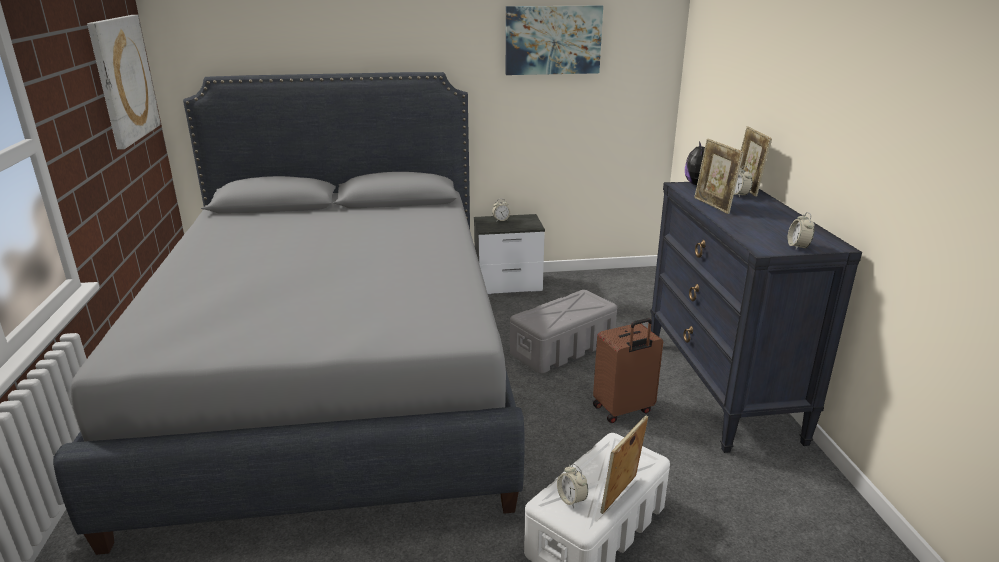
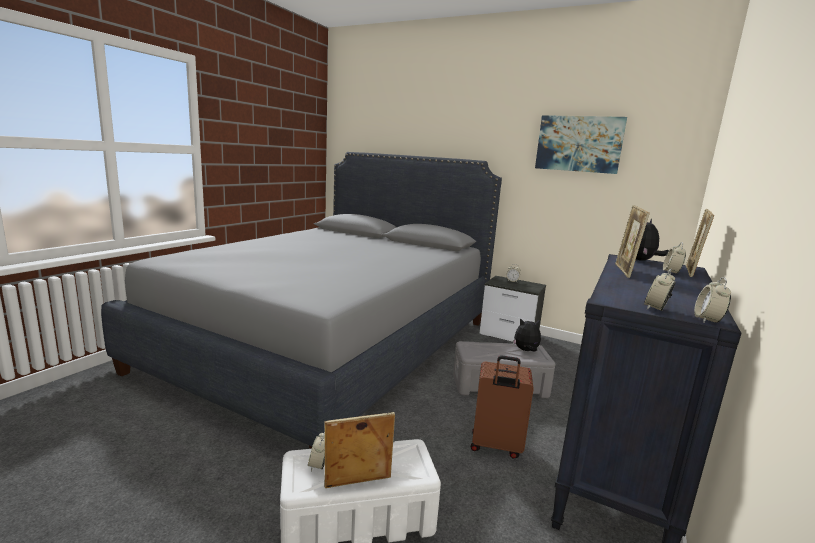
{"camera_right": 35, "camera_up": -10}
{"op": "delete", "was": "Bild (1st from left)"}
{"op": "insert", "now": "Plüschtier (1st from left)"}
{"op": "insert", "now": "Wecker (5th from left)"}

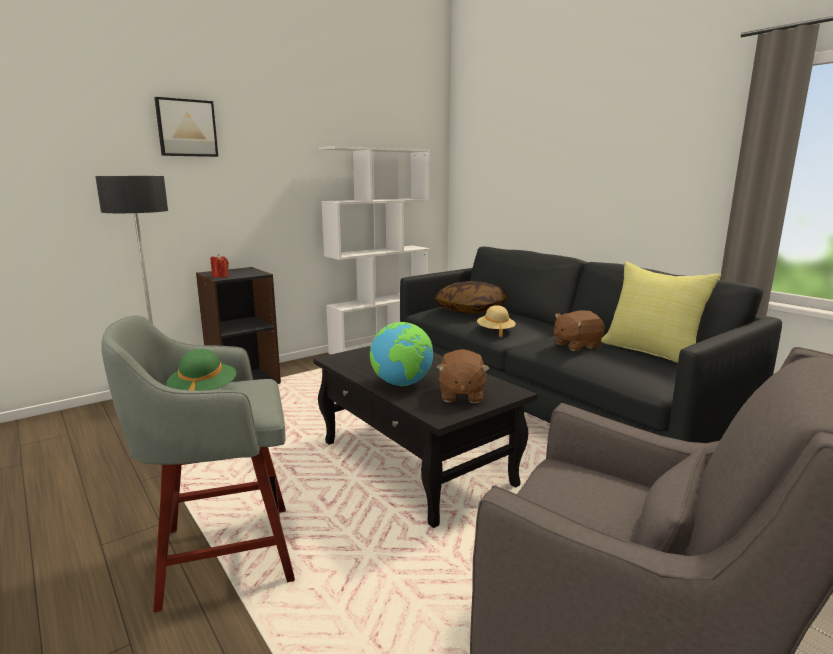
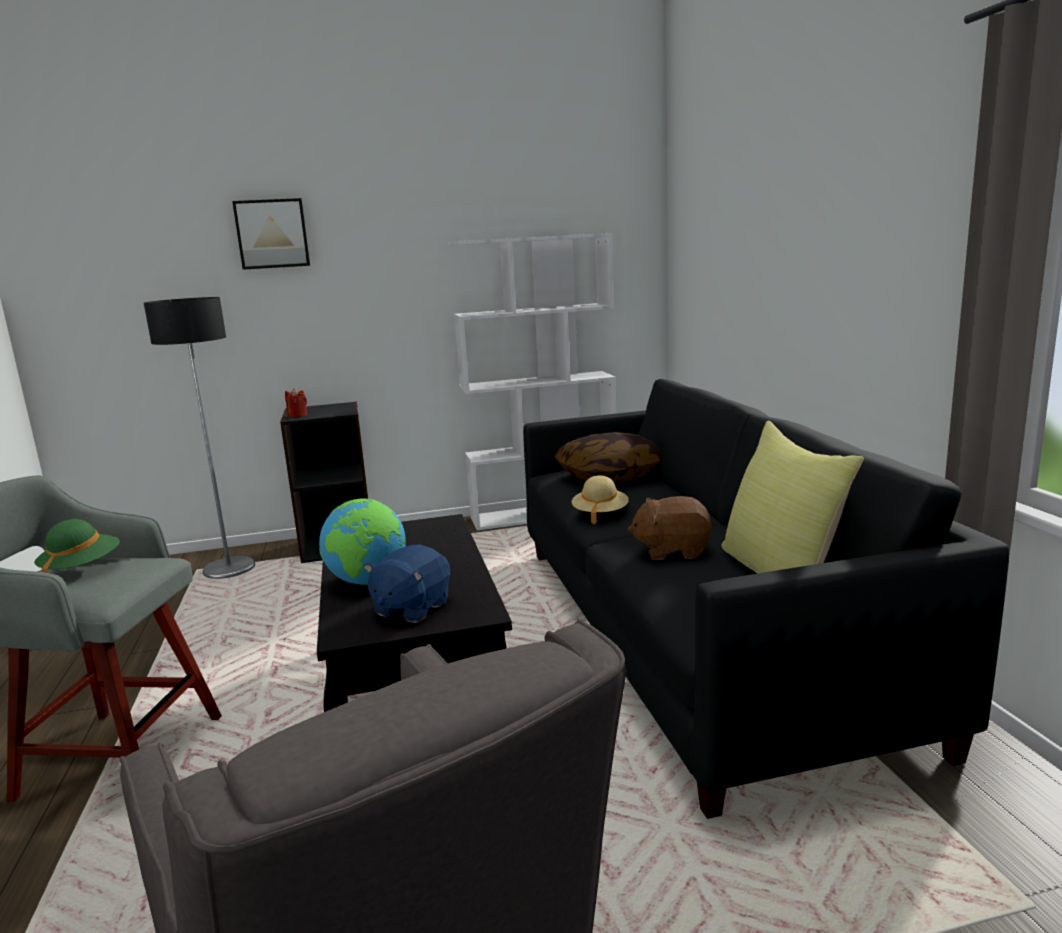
{"camera_right": 25, "camera_up": 0}
{"op": "recolor", "was": "Plüschtier [braun] (1st from left)", "now": "Plüschtier [blau]"}

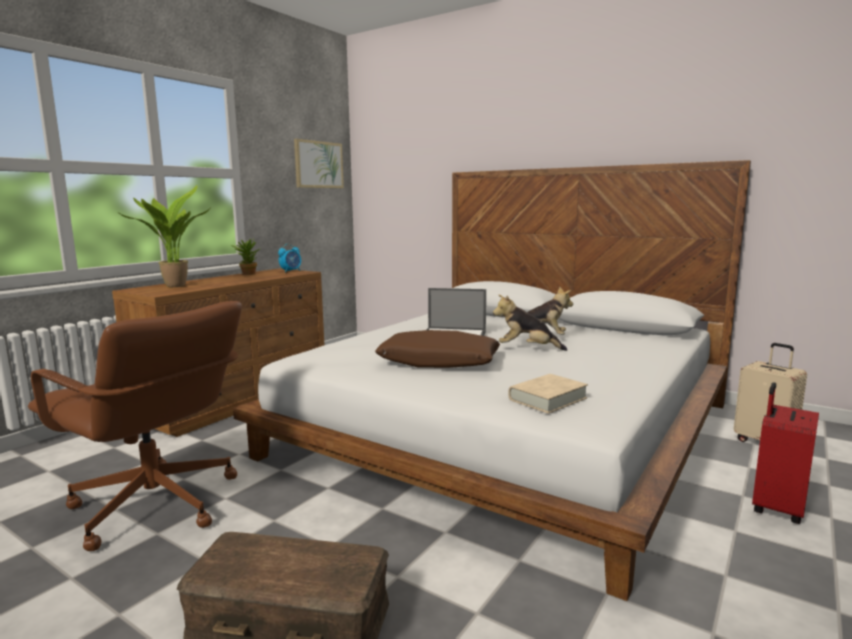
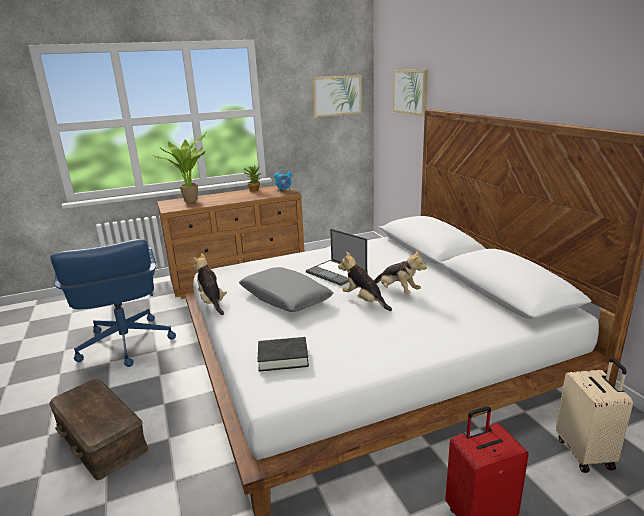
{"camera_right": 35, "camera_up": 10}
{"op": "recolor", "was": "Bürostuhl [braun]", "now": "Bürostuhl [blau]"}
{"op": "recolor", "was": "Kissen [braun]", "now": "Kissen [grau]"}
{"op": "recolor", "was": "Buch [beige]", "now": "Buch [schwarz]"}
{"op": "insert", "now": "Plüschtier (1st from left)"}
{"op": "insert", "now": "Bild (2nd from left)"}

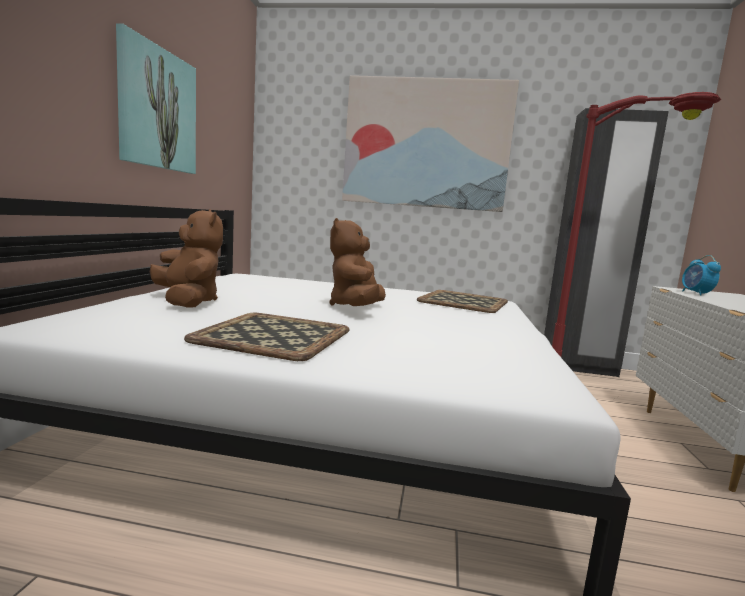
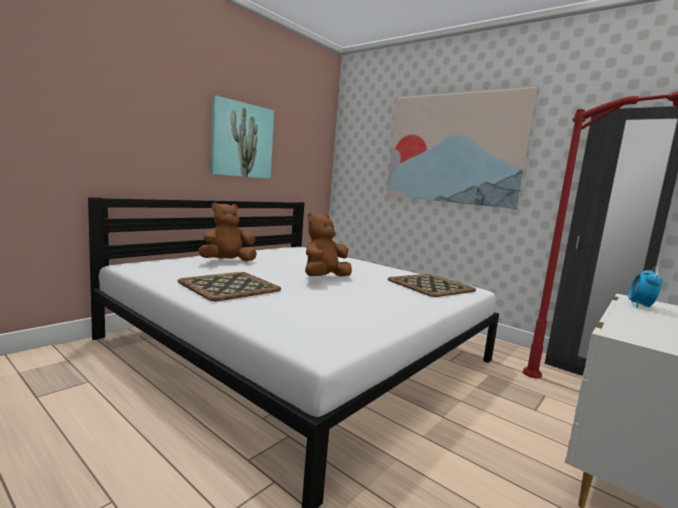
{"camera_right": 30, "camera_up": 0}
{"op": "rotate", "was": "Plüschtier [braun] (1st from left)", "clockwise": -120}

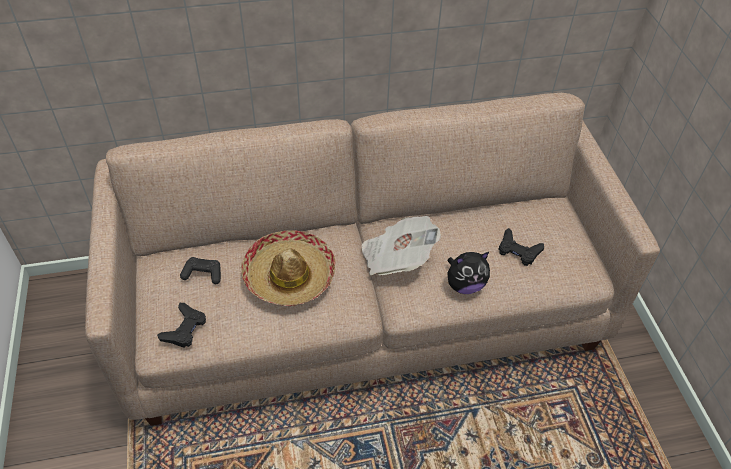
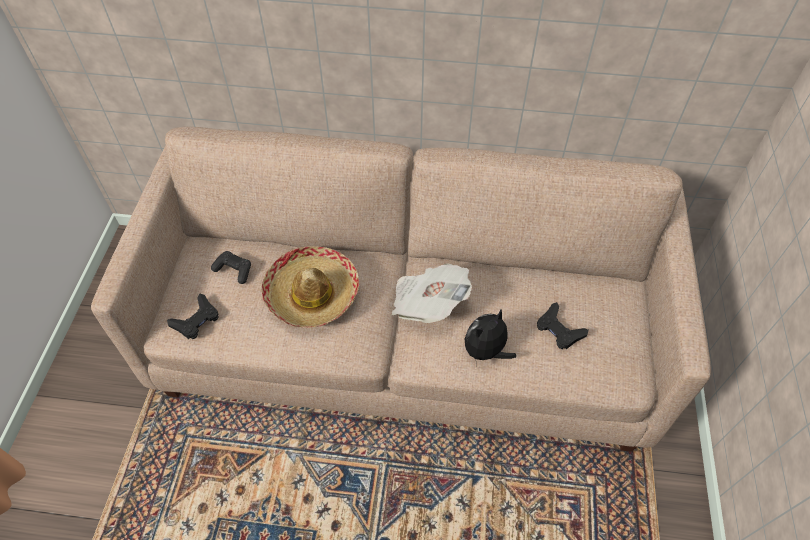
{"camera_right": 20, "camera_up": 5}
{"op": "rotate", "was": "Plüschtier", "clockwise": 135}

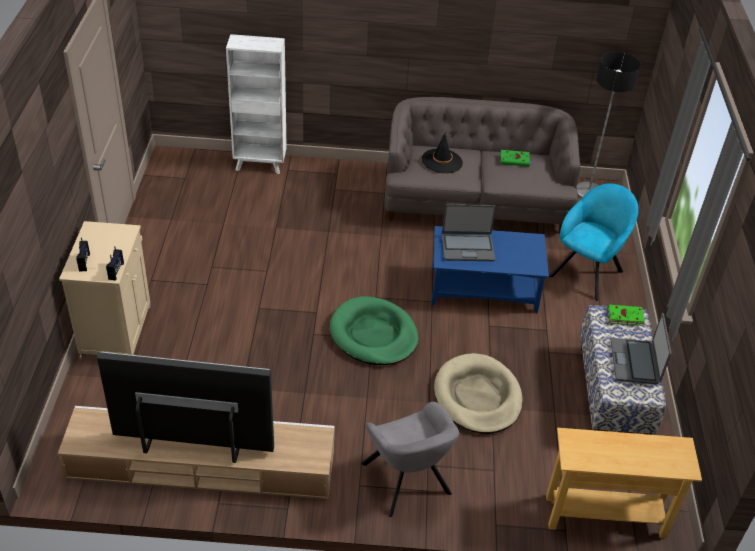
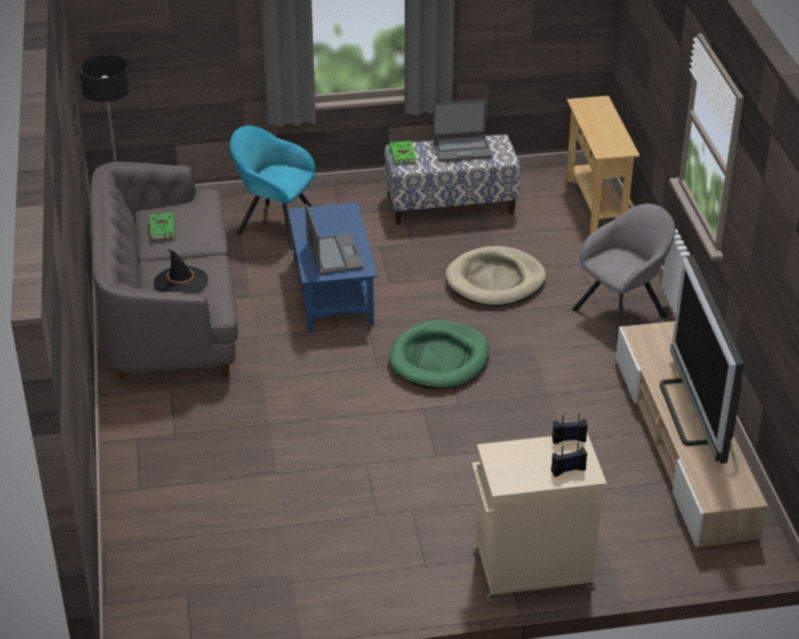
{"camera_right": -100, "camera_up": -5}
{"op": "delete", "was": "Bücherregal [weiß]"}

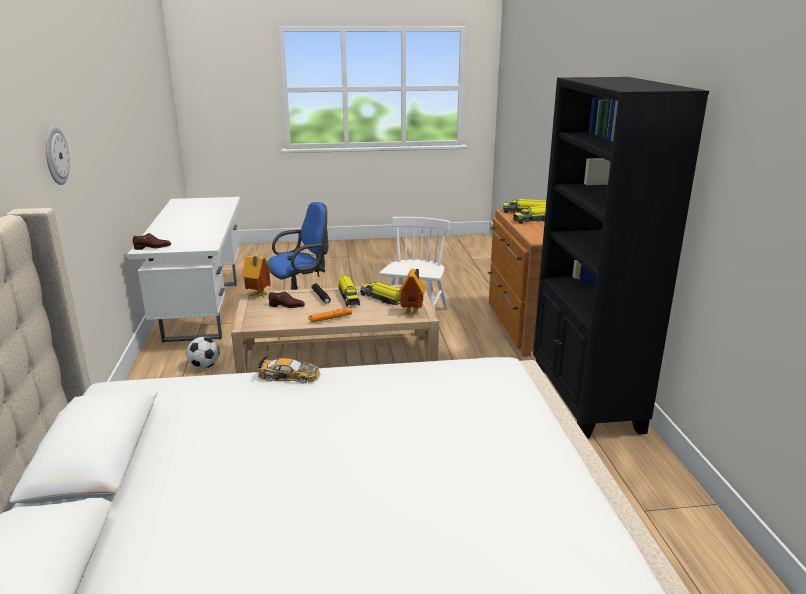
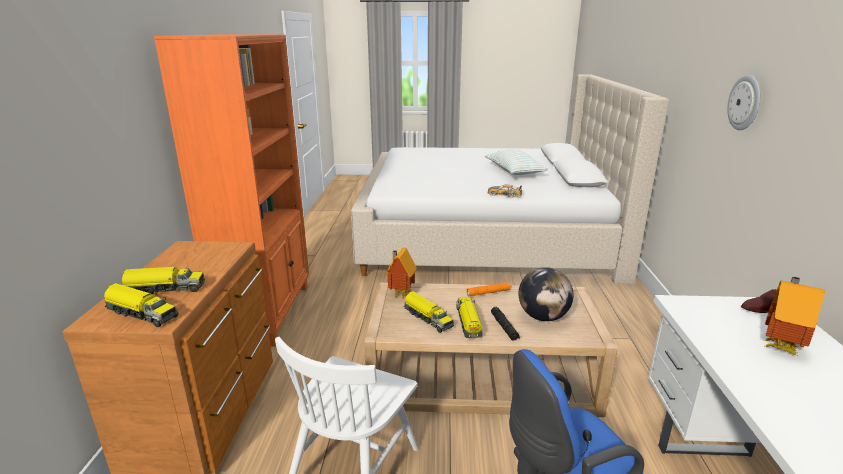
{"camera_right": -170, "camera_up": 0}
{"op": "delete", "was": "Fußball"}
{"op": "move", "was": "Spielzeughaus (1st from left in the first image)", "now": "Spielzeughaus (2nd from left)"}
{"op": "replace", "was": "Schuh [braun] (2nd from left)", "now": "Globus"}
{"op": "recolor", "was": "Bücherregal [schwarz]", "now": "Bücherregal [orange]"}
{"op": "insert", "now": "Kissen"}

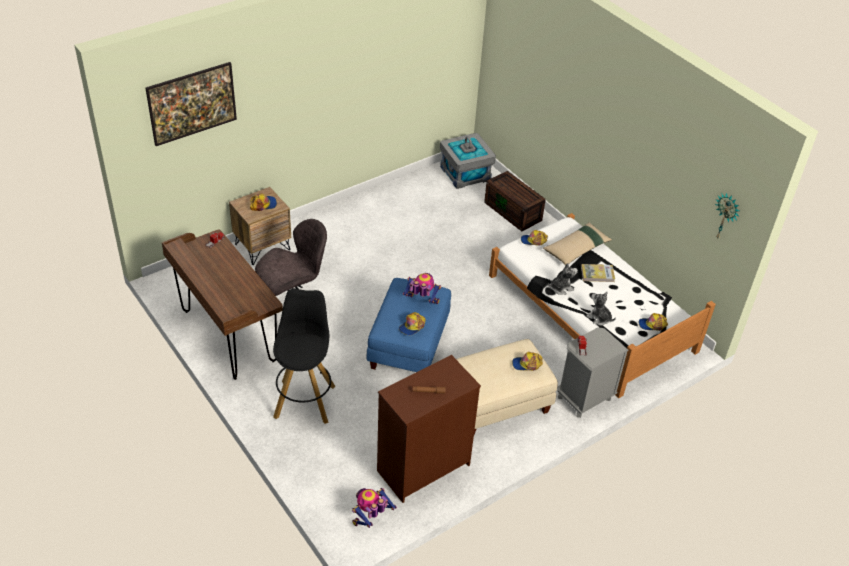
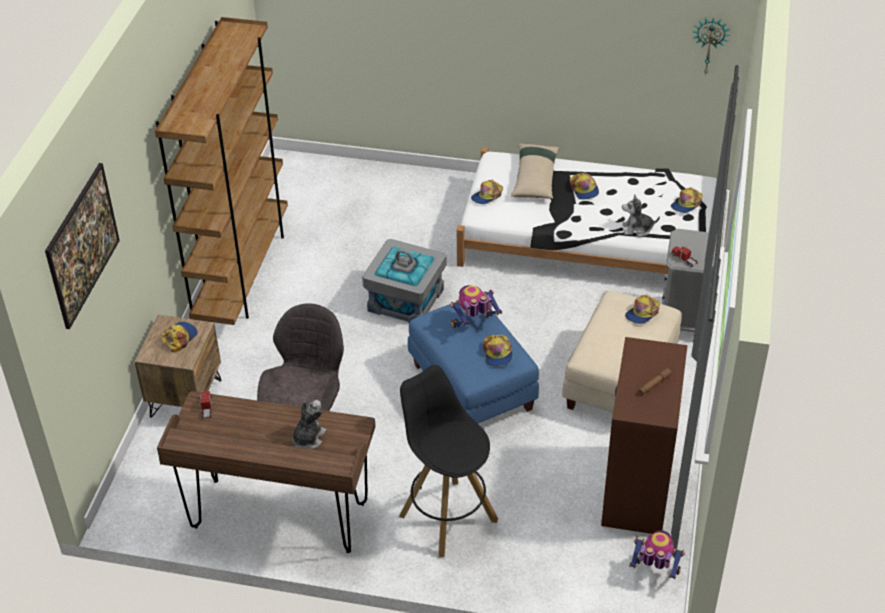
{"camera_right": -40, "camera_up": 0}
{"op": "rotate", "was": "Spielzeugroboter (1st from left in the first image)", "clockwise": 105}
{"op": "move", "was": "Aufbewahrungsbox [grau]"}
{"op": "delete", "was": "Aufbewahrungsbox [braun]"}
{"op": "move", "was": "Plüschtier (1st from left)"}
{"op": "replace", "was": "Buch", "now": "Kappe (4th from left)"}
{"op": "insert", "now": "Bücherregal [braun]"}

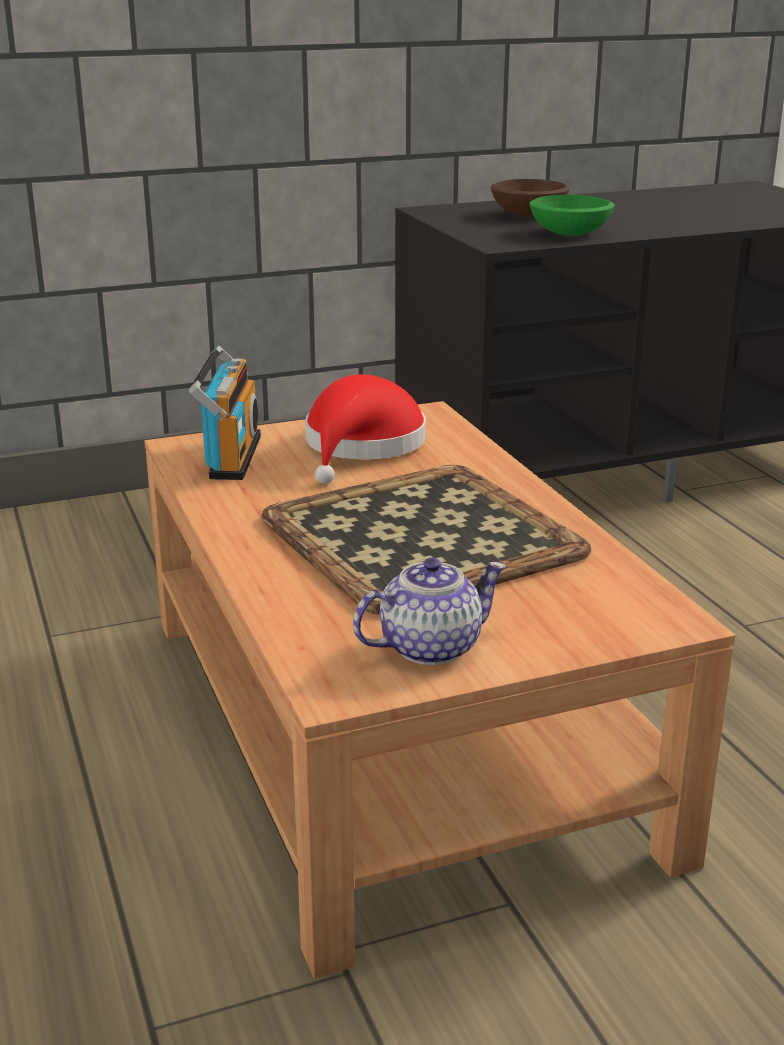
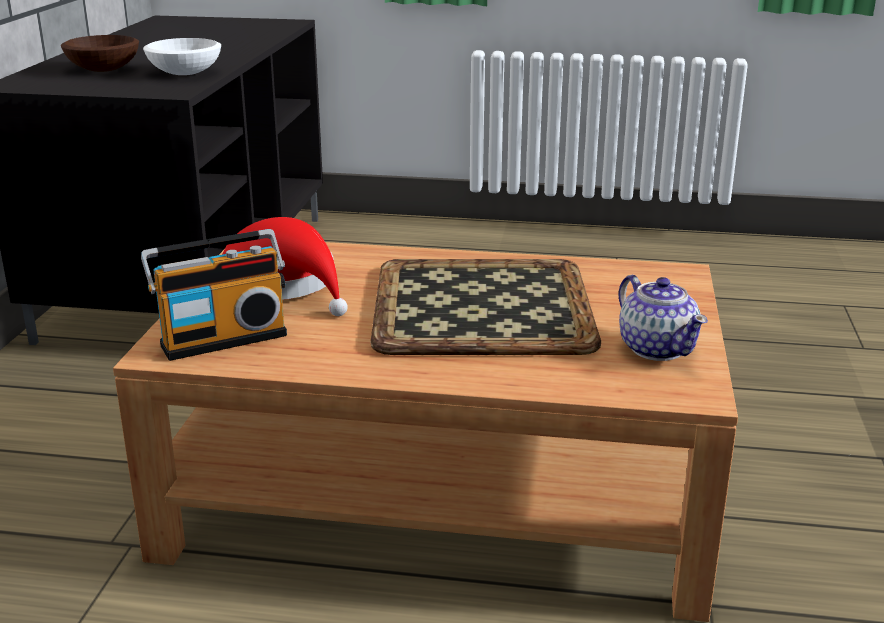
{"camera_right": -60, "camera_up": 0}
{"op": "rotate", "was": "Radio", "clockwise": 120}
{"op": "rotate", "was": "Teekanne", "clockwise": 150}
{"op": "recolor", "was": "Schüssel [grün]", "now": "Schüssel [weiß]"}

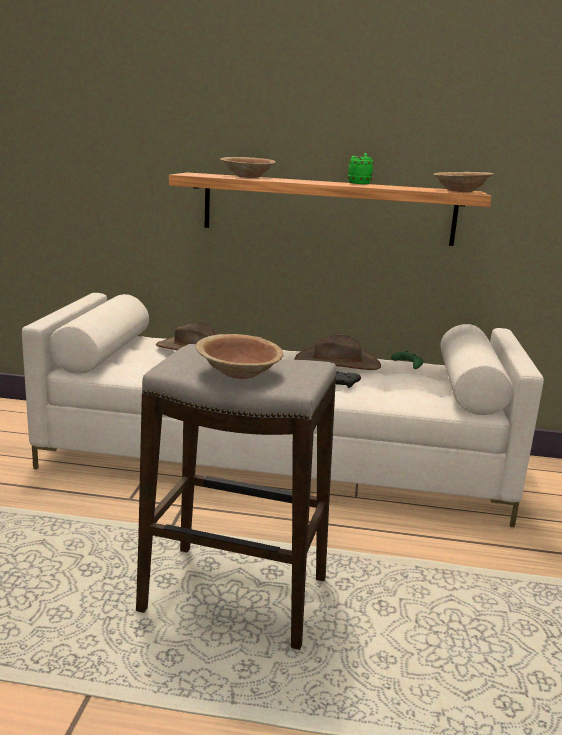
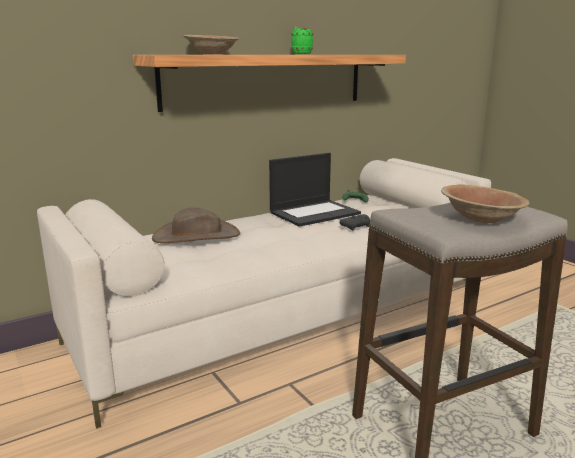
{"camera_right": -40, "camera_up": 0}
{"op": "replace", "was": "Hut [braun] (2nd from left)", "now": "Laptop"}
{"op": "delete", "was": "Schüssel [braun] (3rd from left)"}

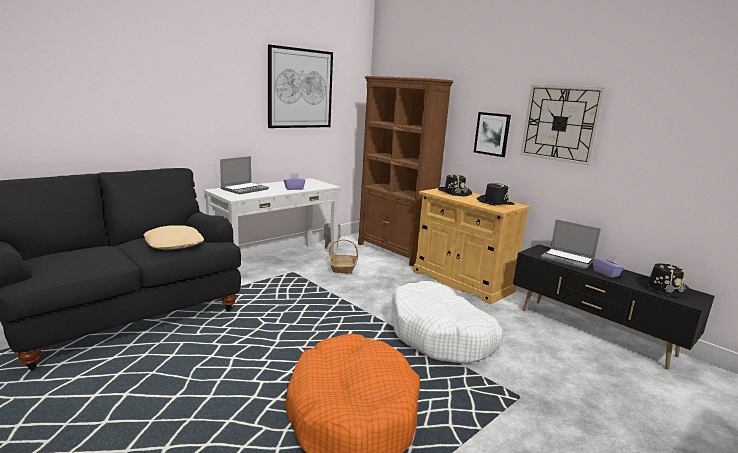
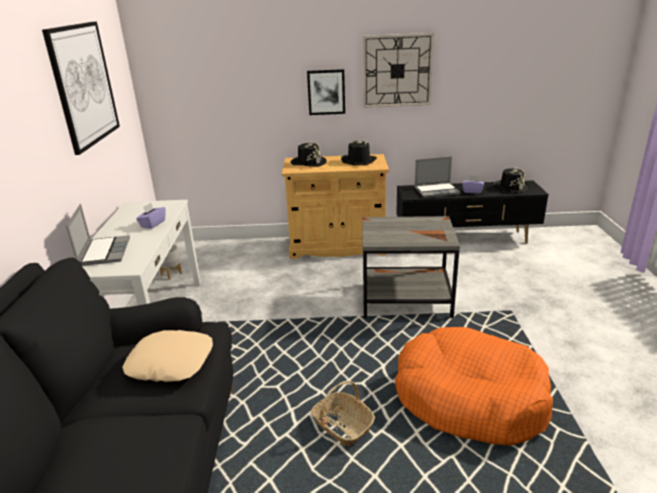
{"camera_right": -45, "camera_up": 10}
{"op": "move", "was": "Korb"}
{"op": "delete", "was": "Bücherregal [braun]"}
{"op": "replace", "was": "Hundebett [weiß]", "now": "Beistelltisch [grau]"}

